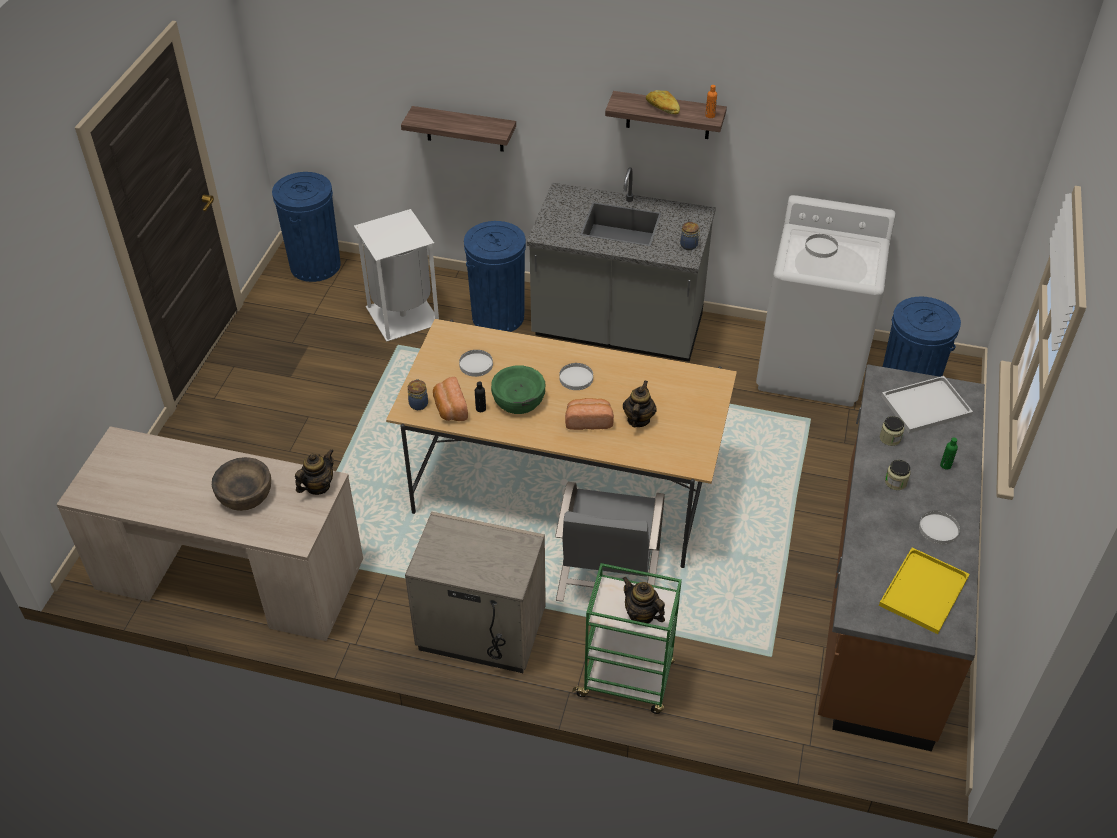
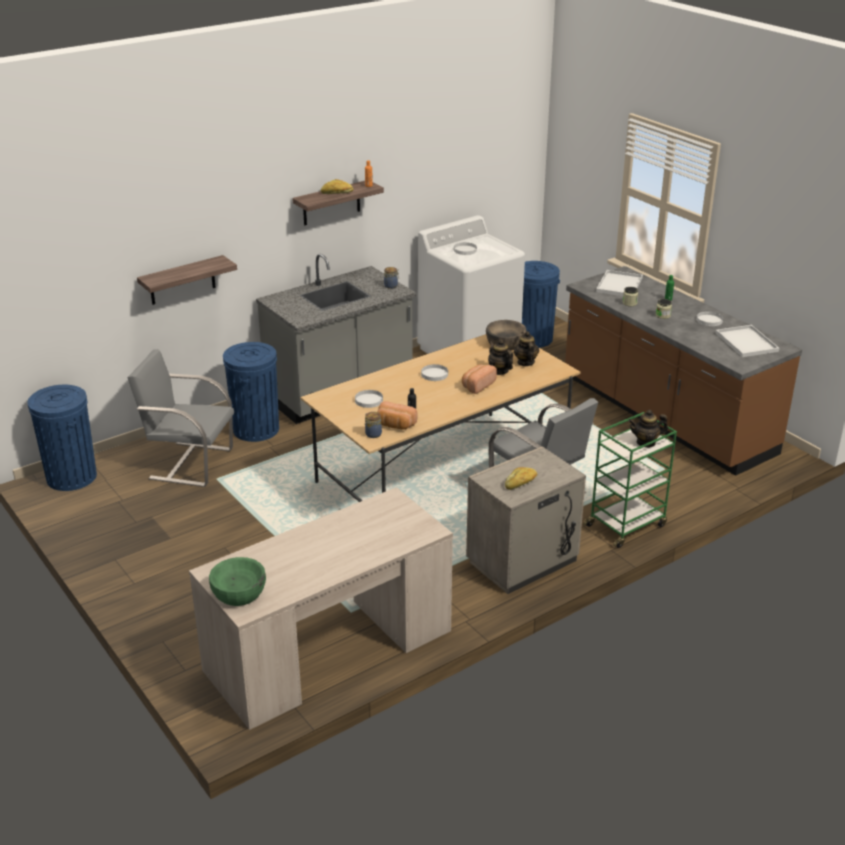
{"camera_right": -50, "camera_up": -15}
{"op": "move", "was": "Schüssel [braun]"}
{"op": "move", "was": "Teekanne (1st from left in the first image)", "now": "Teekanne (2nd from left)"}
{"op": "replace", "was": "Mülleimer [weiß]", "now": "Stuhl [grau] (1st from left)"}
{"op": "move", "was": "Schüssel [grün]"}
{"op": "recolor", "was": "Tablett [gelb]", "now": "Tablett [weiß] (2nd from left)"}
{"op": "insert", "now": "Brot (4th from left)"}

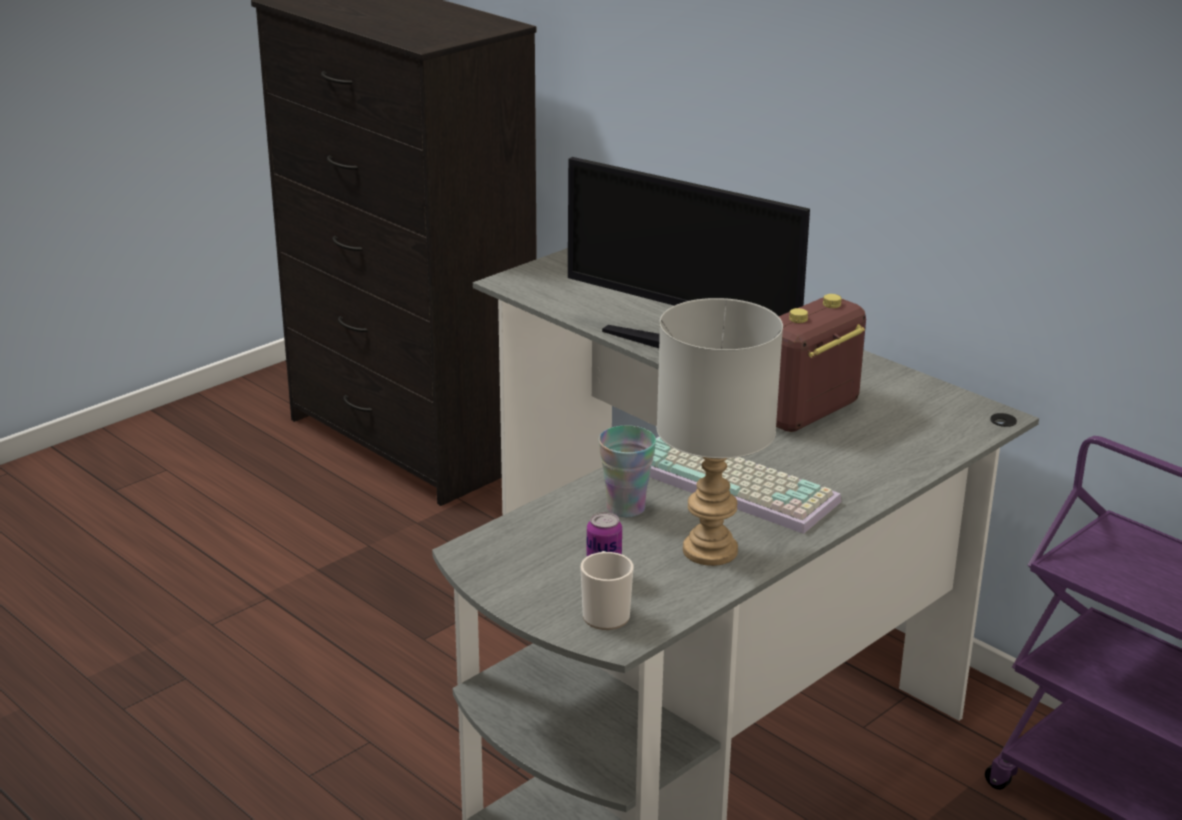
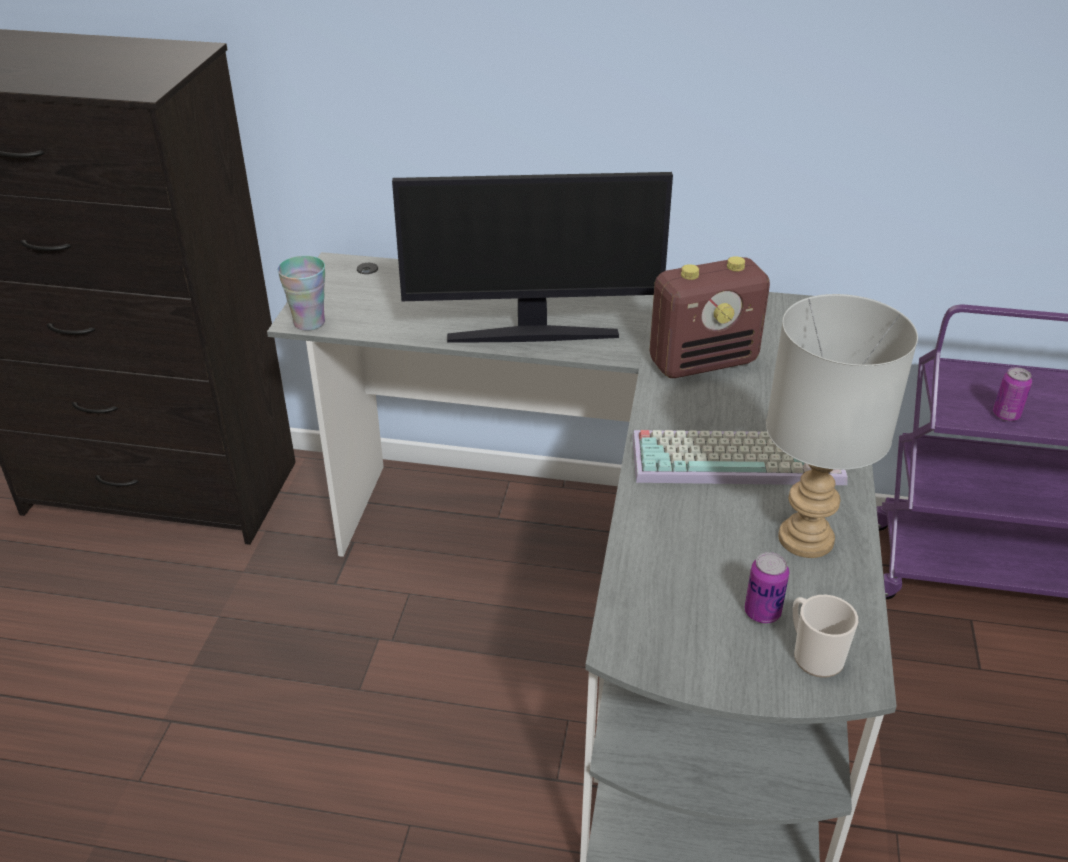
{"camera_right": -35, "camera_up": 10}
{"op": "move", "was": "Tasse"}
{"op": "rotate", "was": "Radio", "clockwise": -120}
{"op": "insert", "now": "Dose (2nd from left)"}

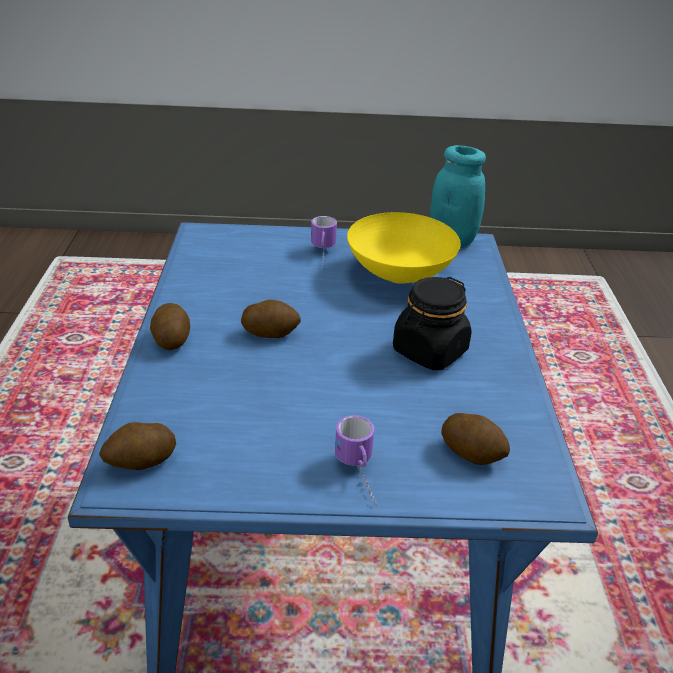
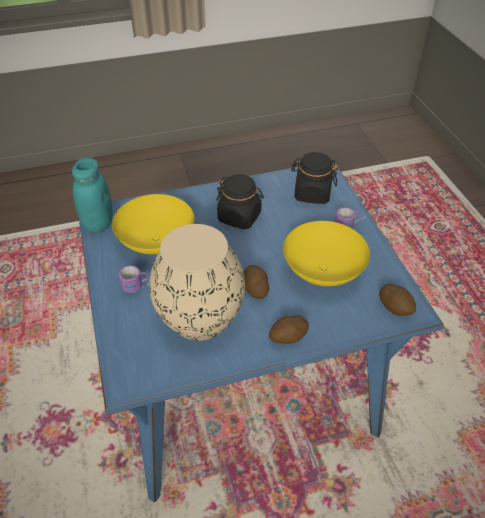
{"camera_right": -105, "camera_up": 10}
{"op": "replace", "was": "Kartoffel (4th from left)", "now": "Vorratsglas [schwarz] (2nd from left)"}
{"op": "insert", "now": "Vase [beige]"}
{"op": "insert", "now": "Schüssel [gelb] (2nd from left)"}

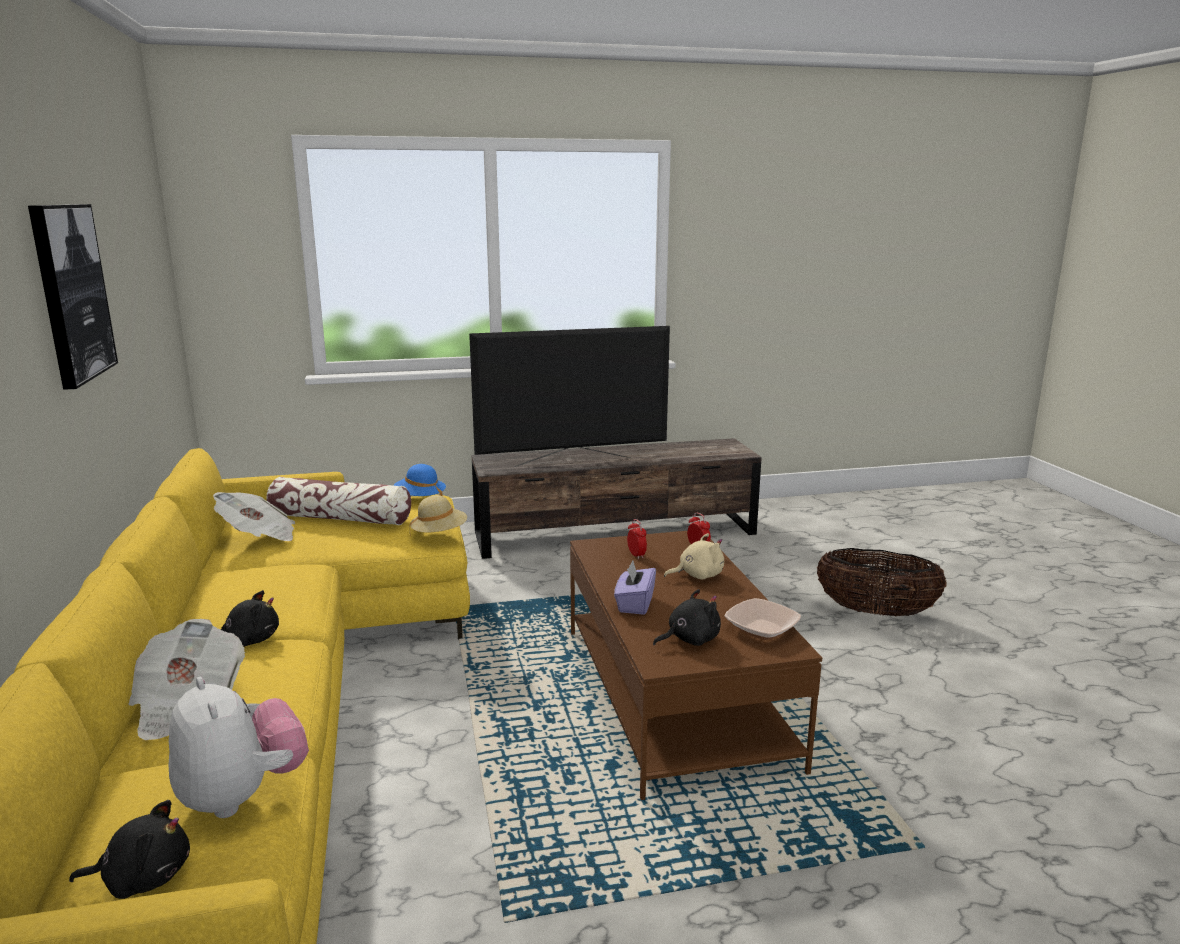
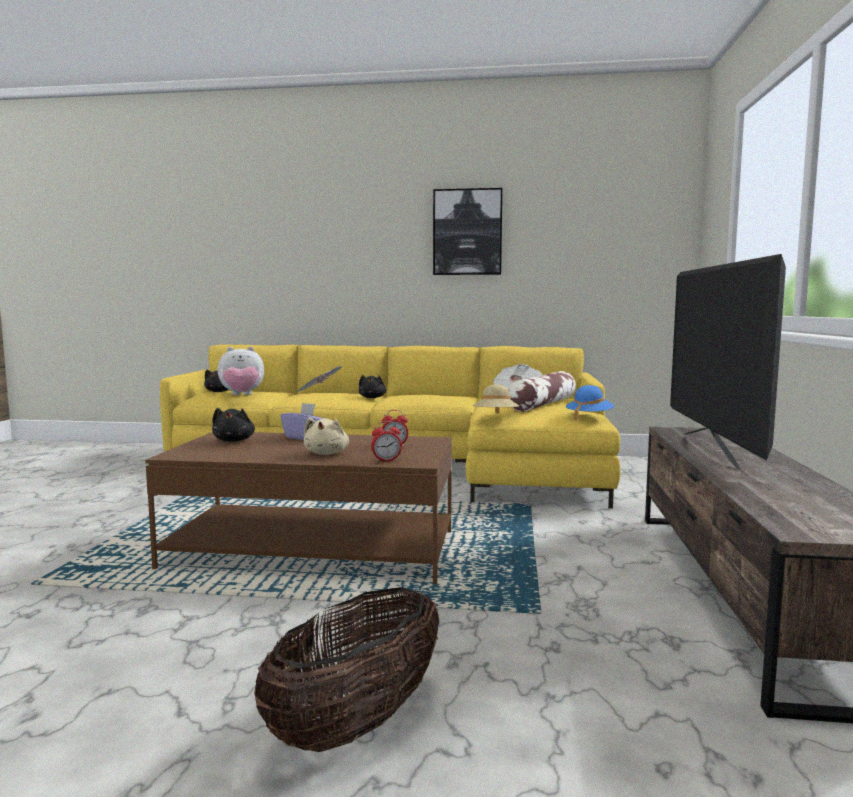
{"camera_right": 110, "camera_up": -10}
{"op": "delete", "was": "Schüssel"}

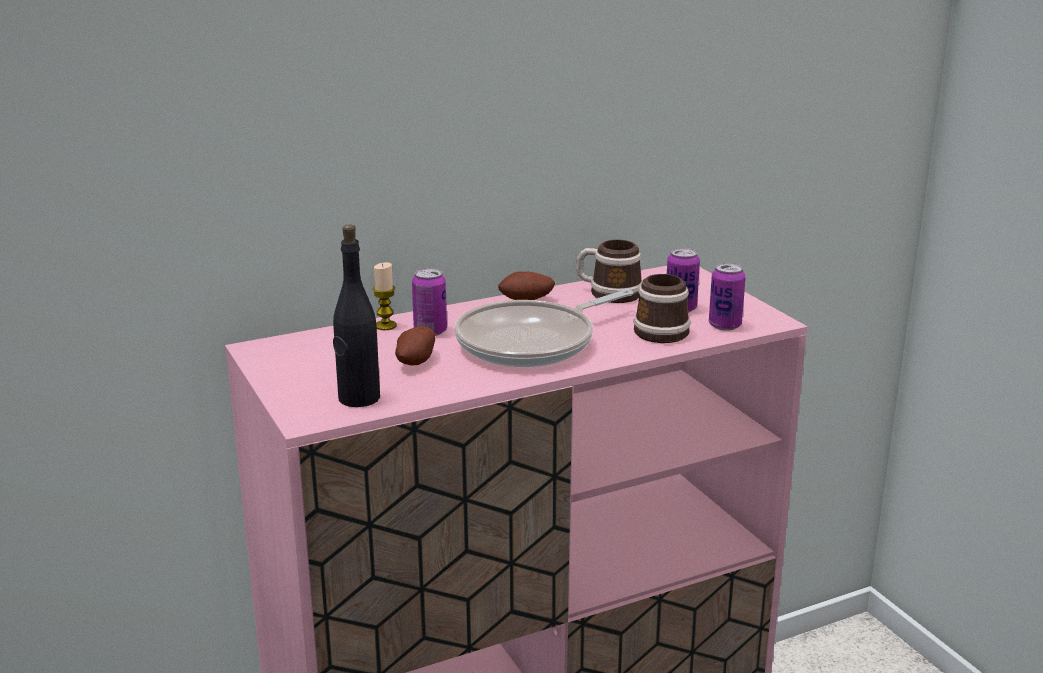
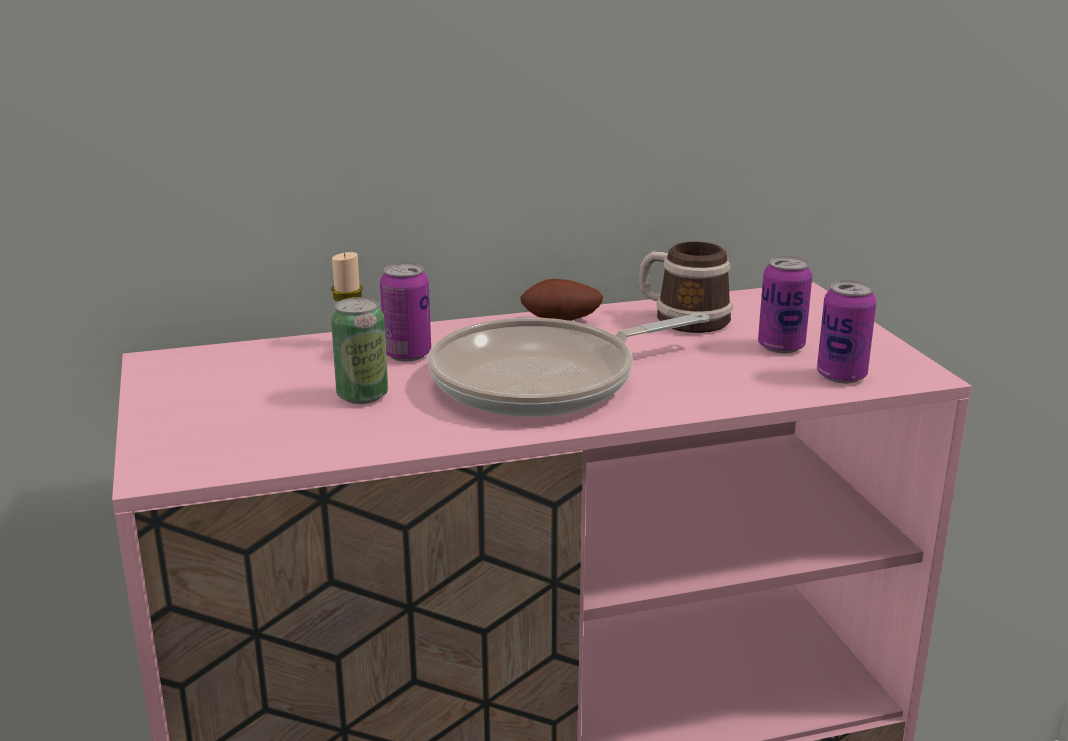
{"camera_right": 10, "camera_up": 0}
{"op": "delete", "was": "Flasche [schwarz]"}
{"op": "replace", "was": "Kartoffel (1st from left)", "now": "Dose (1st from left)"}
{"op": "delete", "was": "Henkelbecher (2nd from left)"}

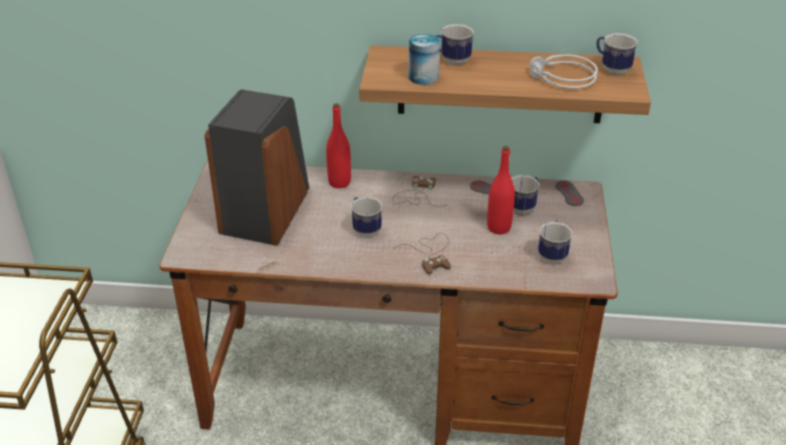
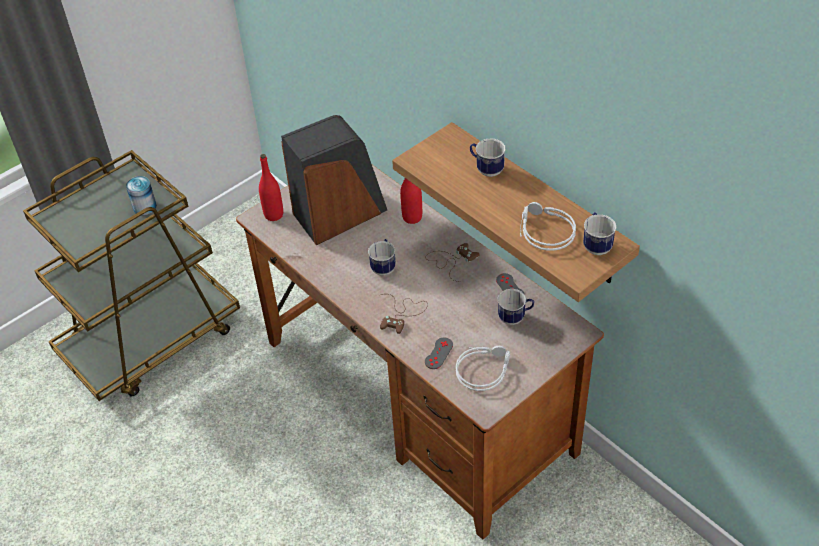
{"camera_right": 45, "camera_up": 10}
{"op": "move", "was": "Dose"}
{"op": "move", "was": "Flasche [rot] (2nd from left in the first image)", "now": "Flasche [rot] (1st from left)"}
{"op": "replace", "was": "Henkelbecher (4th from left)", "now": "Kopfhörer [grau] (1st from left)"}
{"op": "move", "was": "Gamepad [grau] (2nd from left in the first image)", "now": "Gamepad [grau] (1st from left)"}

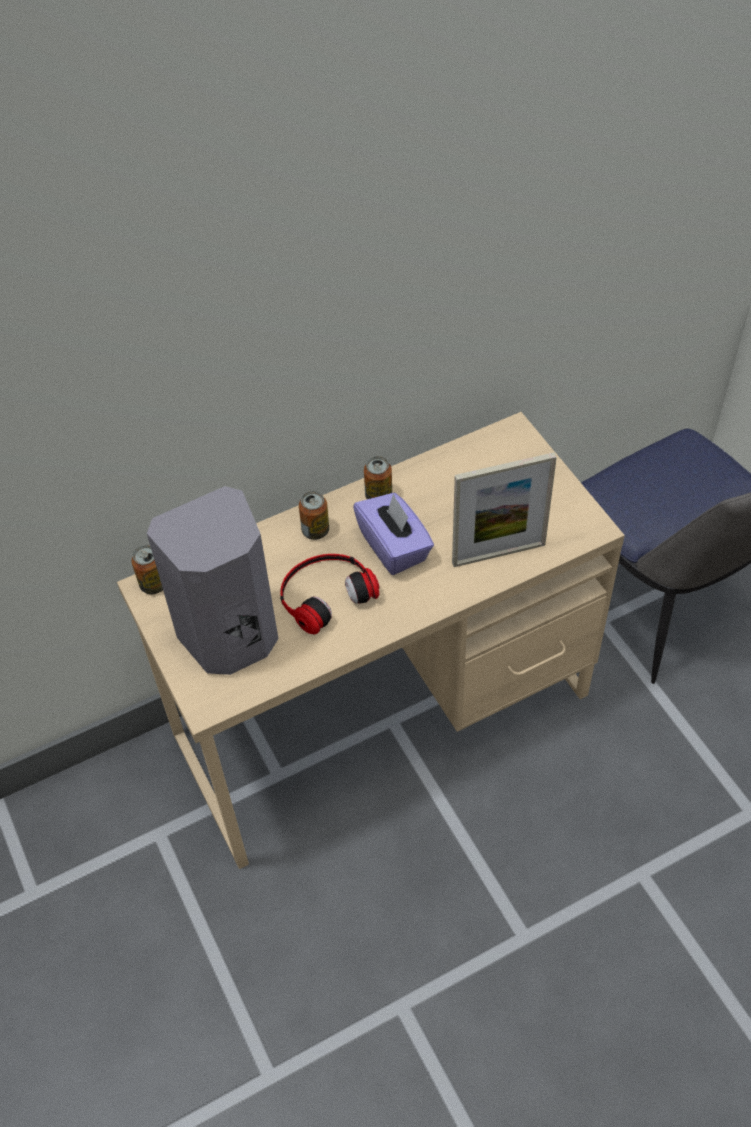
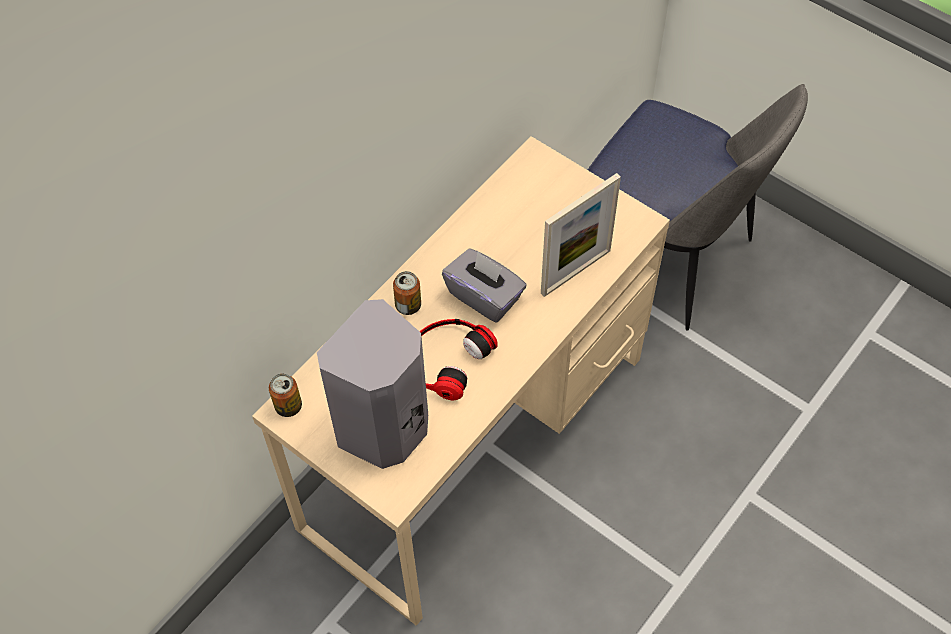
{"camera_right": -25, "camera_up": 5}
{"op": "recolor", "was": "Taschentuchbox [lila]", "now": "Taschentuchbox [grau]"}
{"op": "delete", "was": "Dose (3rd from left)"}

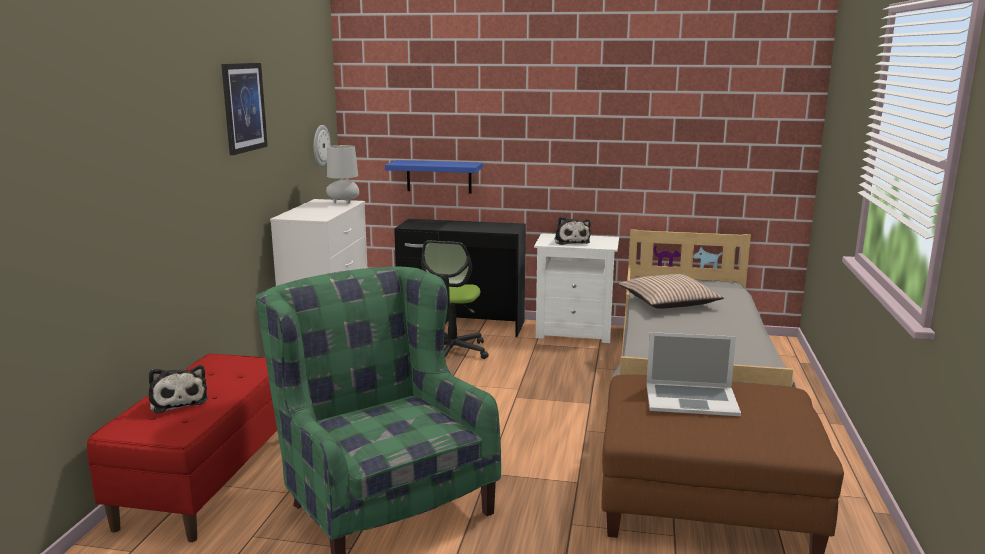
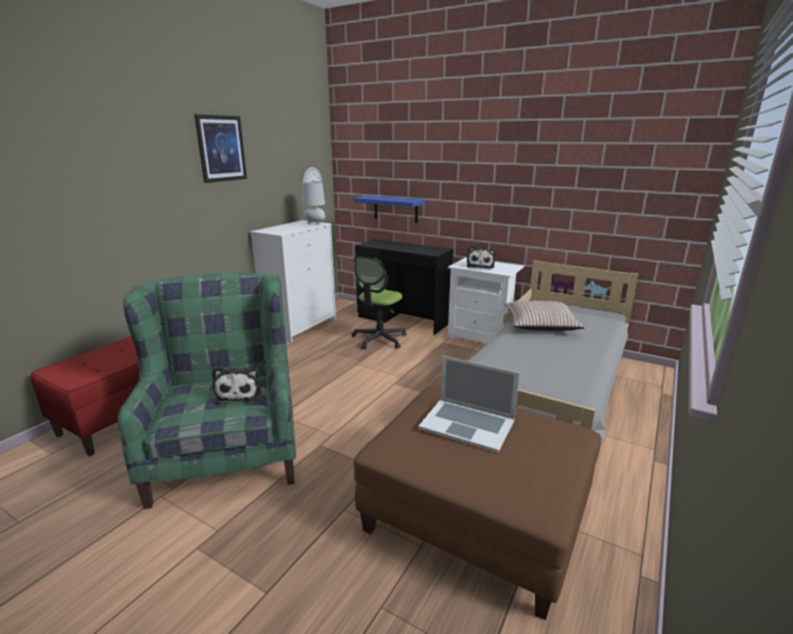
{"camera_right": 20, "camera_up": 5}
{"op": "move", "was": "Plüschtier (1st from left)"}

